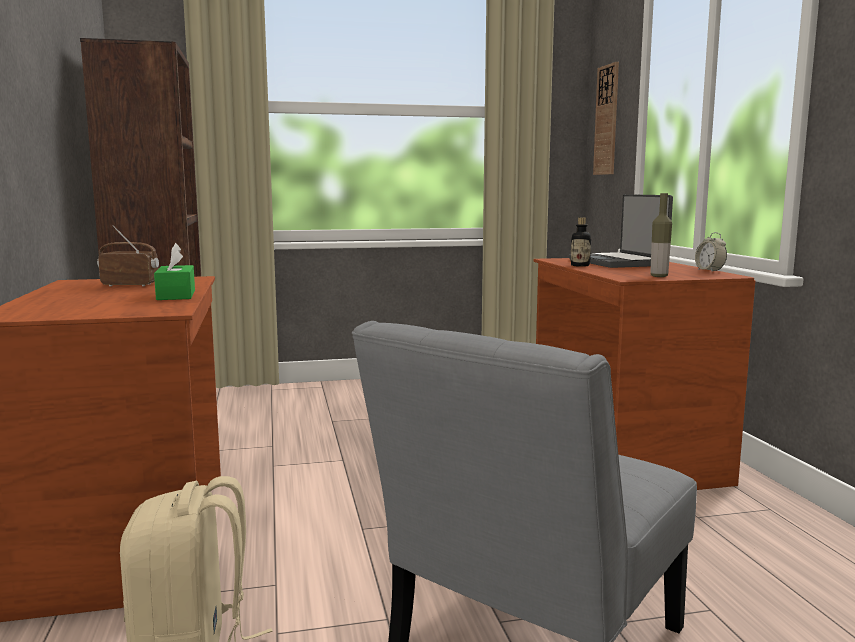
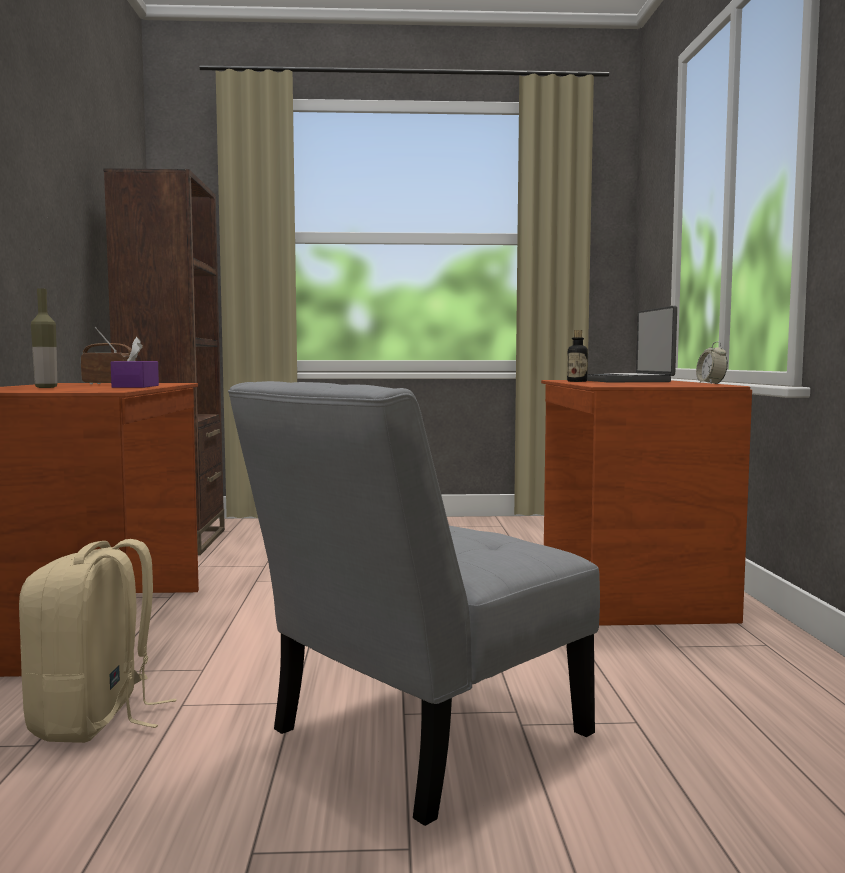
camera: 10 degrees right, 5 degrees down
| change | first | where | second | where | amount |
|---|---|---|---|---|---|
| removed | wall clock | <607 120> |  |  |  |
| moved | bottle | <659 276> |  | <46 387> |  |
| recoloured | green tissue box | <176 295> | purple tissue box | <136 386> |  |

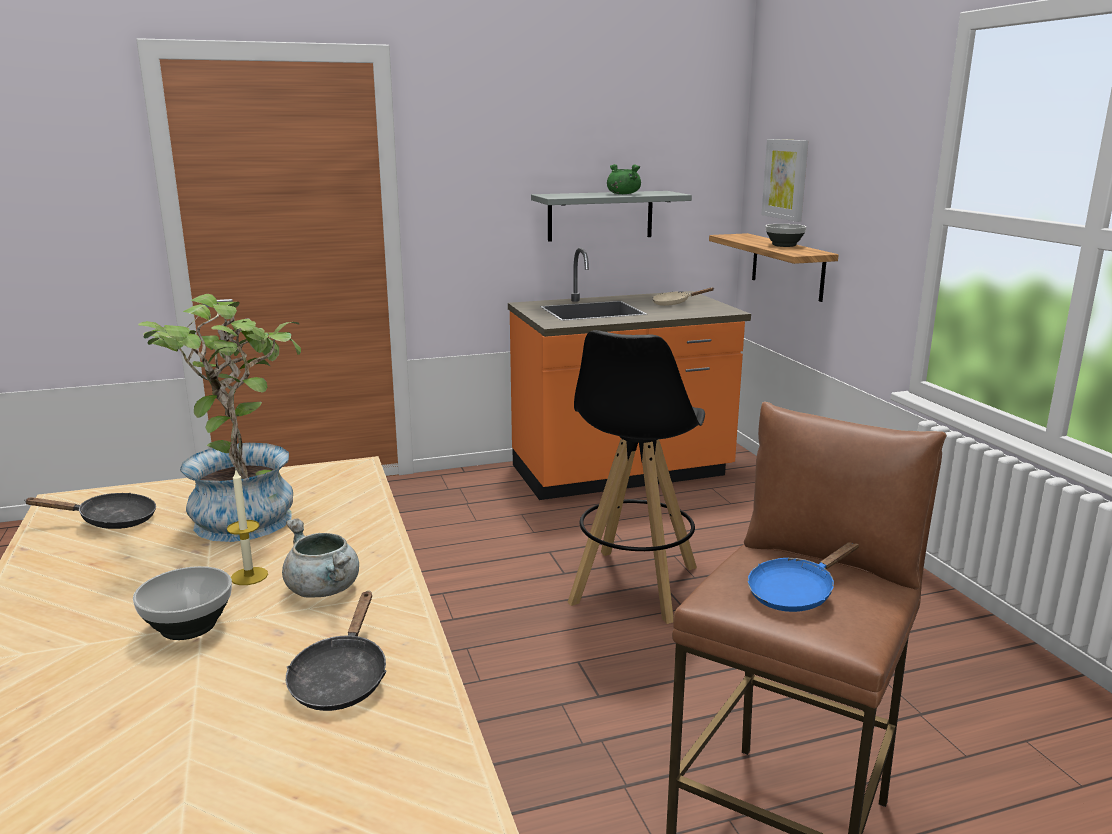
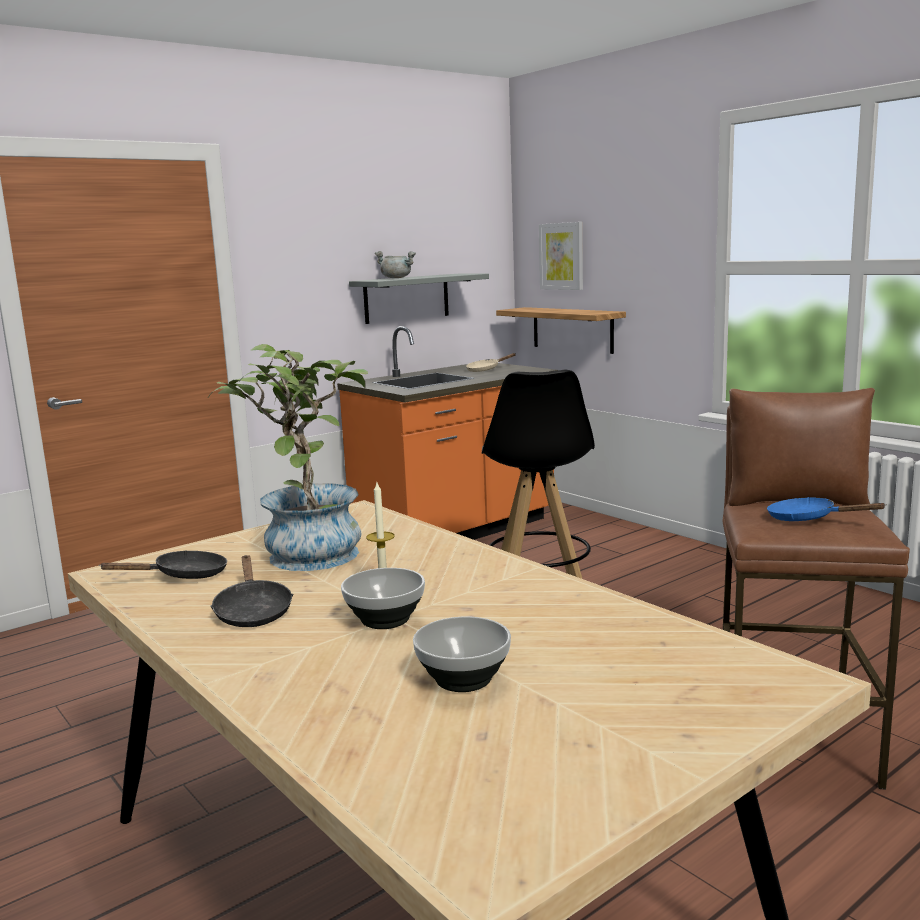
camera: 20 degrees left, 5 degrees down
| change | first | where | second | where | amount |
|---|---|---|---|---|---|
| removed | green cooking pot | <622 194> |  |  |  |
| moved | bowl | <784 245> |  | <463 679> |  |
| moved | grey cooking pot | <325 590> |  | <397 278> |  |
| turned | blue frying pan | <796 593> |  | <808 519> | 90 degrees clockwise |
| moved | black frying pan | <341 678> |  | <252 611> |  |

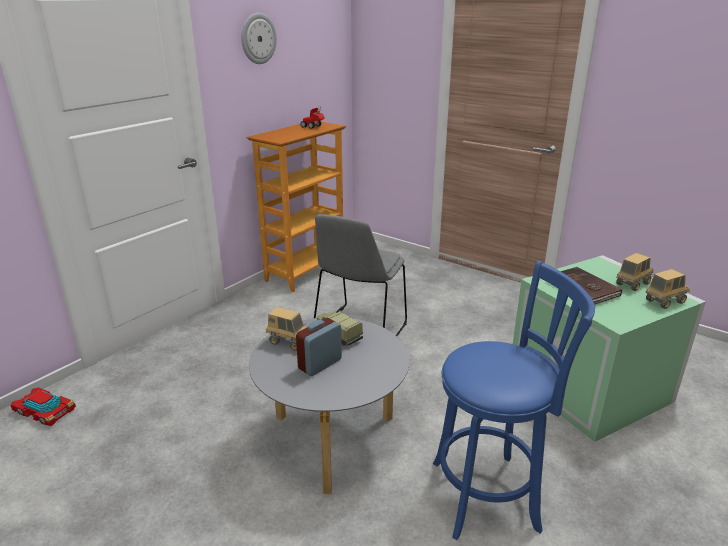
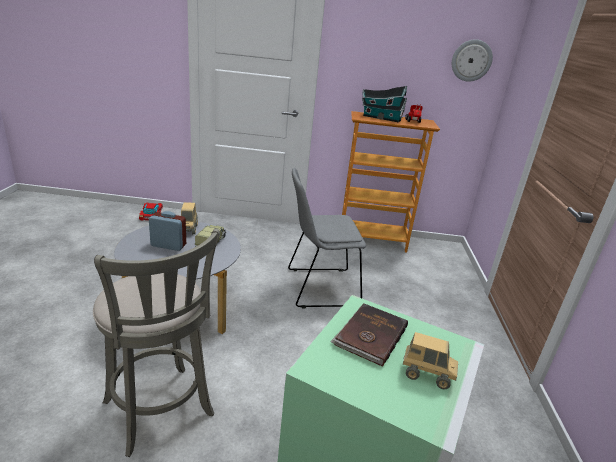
camera: 55 degrees right, 0 degrees up
| change | first | where | second | where | amount |
|---|---|---|---|---|---|
| moved | wall clock | <258 38> |  | <471 60> |  |
| recoloured | blue stool | <490 495> | grey stool | <160 412> |  |
| removed | toy truck | <664 302> |  |  |  |
| added |  |  | toy house | <380 118> |  |

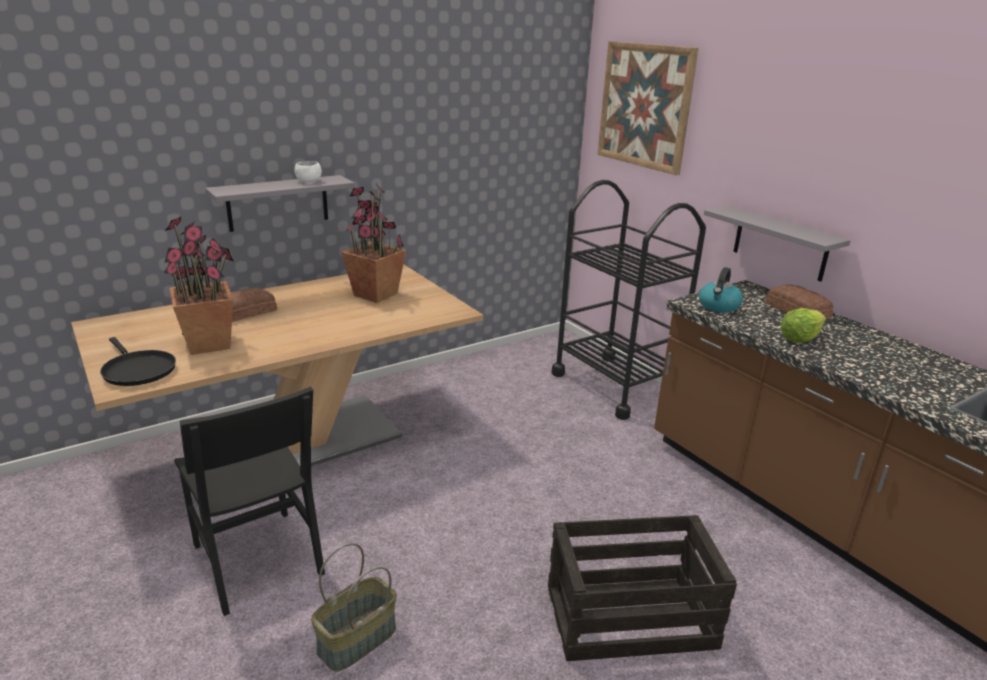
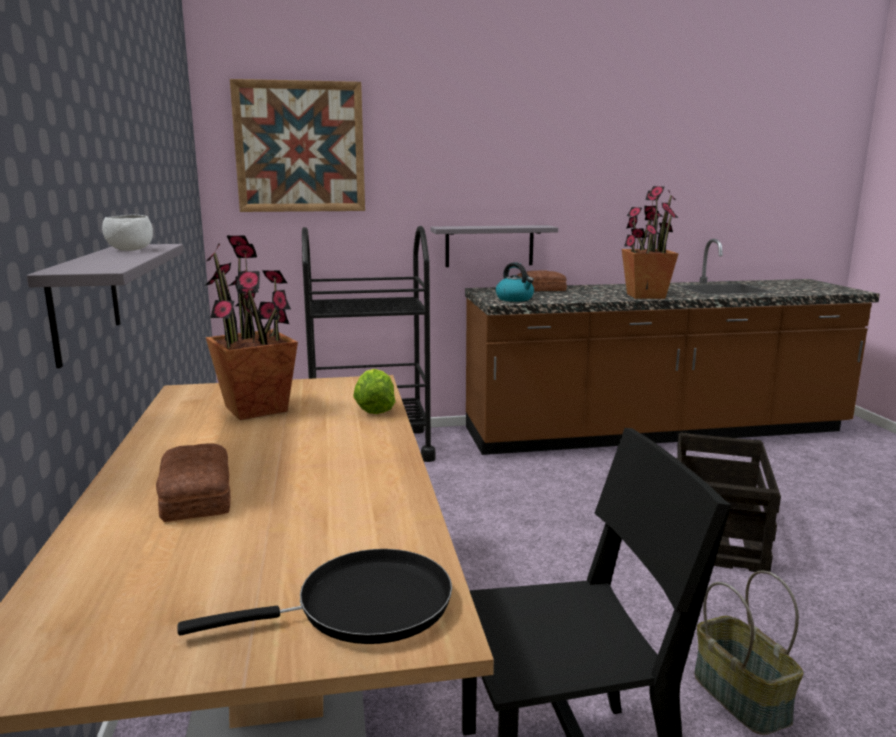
camera: 65 degrees left, 10 degrees down
| change | first | where | second | where | amount |
|---|---|---|---|---|---|
| moved | potted plant | <209 344> |  | <645 296> |  |
| moved | lettuce | <799 338> |  | <374 409> |  |

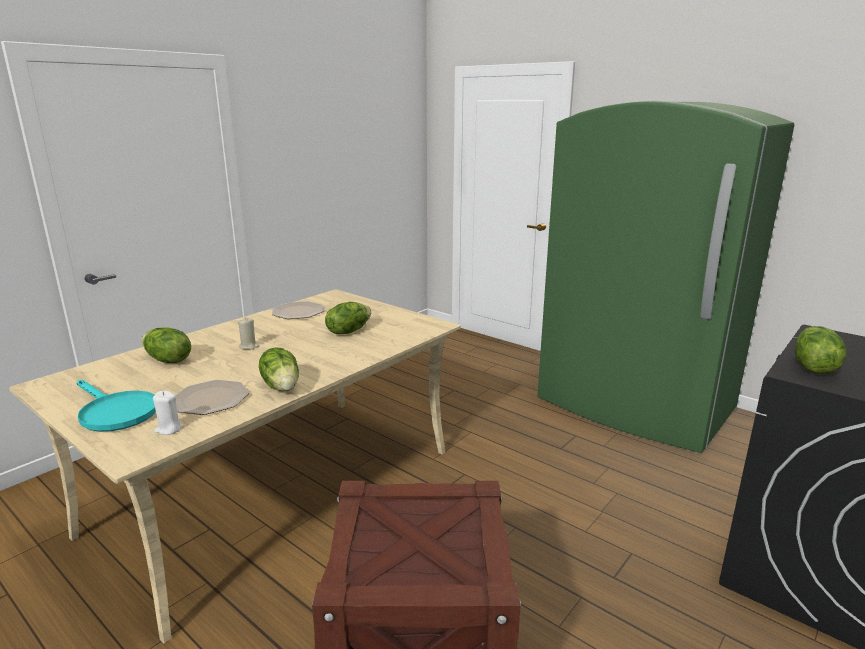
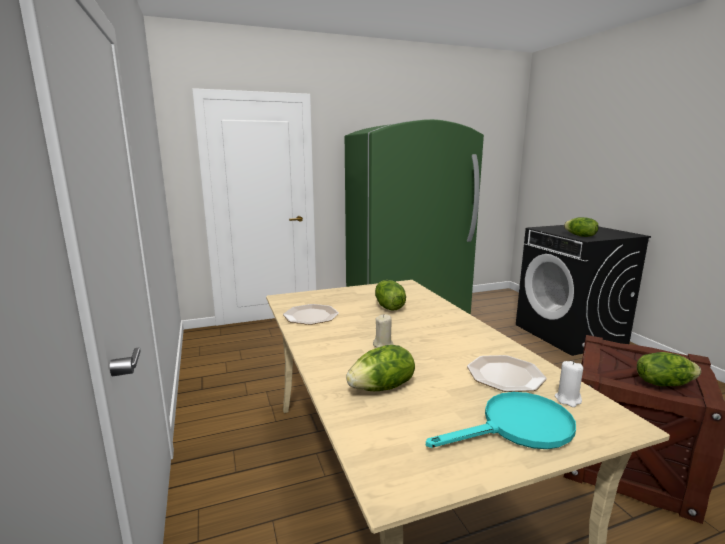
camera: 60 degrees left, 5 degrees down
| change | first | where | second | where | amount |
|---|---|---|---|---|---|
| moved | lettuce | <282 386> |  | <663 383> |  |

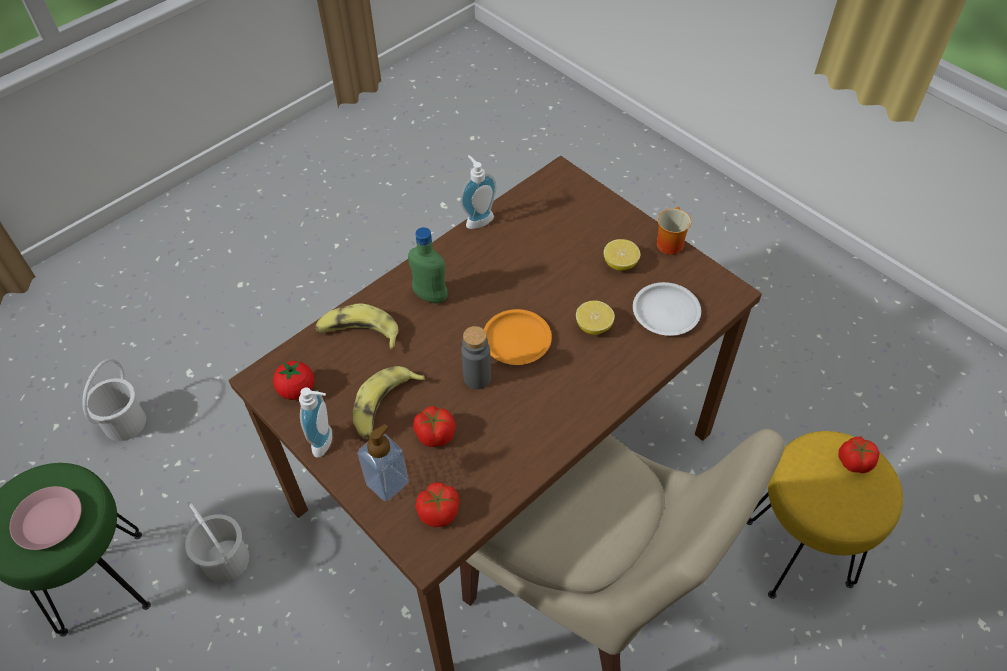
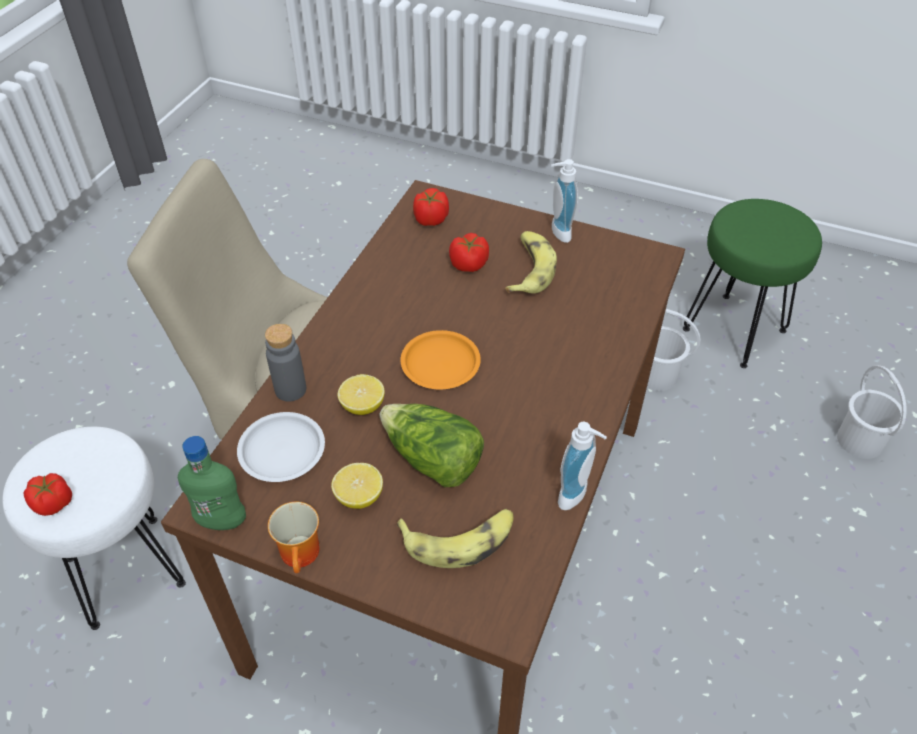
camera: 155 degrees right, 5 degrees down
| change | first | where | second | where | amount |
|---|---|---|---|---|---|
| moved | green bottle | <430 296> |  | <222 521> |  |
| moved | banana | <359 333> |  | <460 539> |  |
| moved | grey bottle | <477 378> |  | <290 389> |  |
| removed | tomato | <297 390> |  |  |  |
| removed | soap dispenser | <387 482> |  |  |  |
| recoloured | yellow stool | <796 551> | white stool | <127 571> |  |
| removed | pink plate | <49 521> |  |  |  |
| added |  |  | lettuce | <432 460> |  |

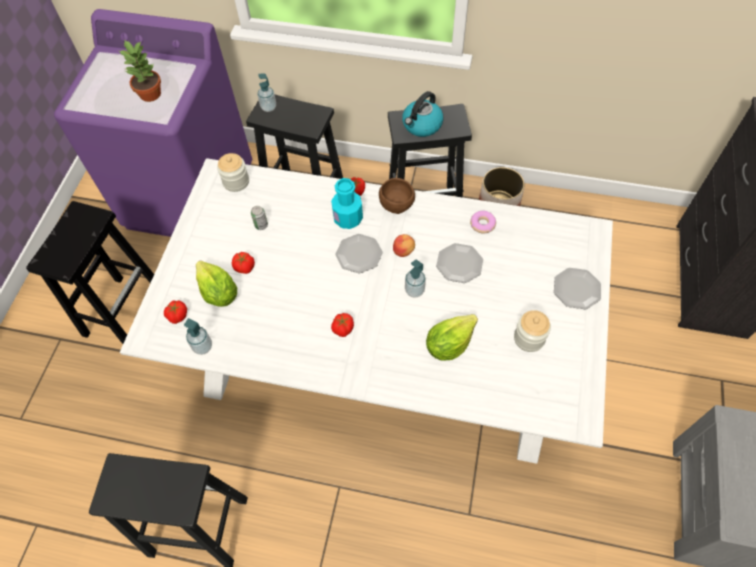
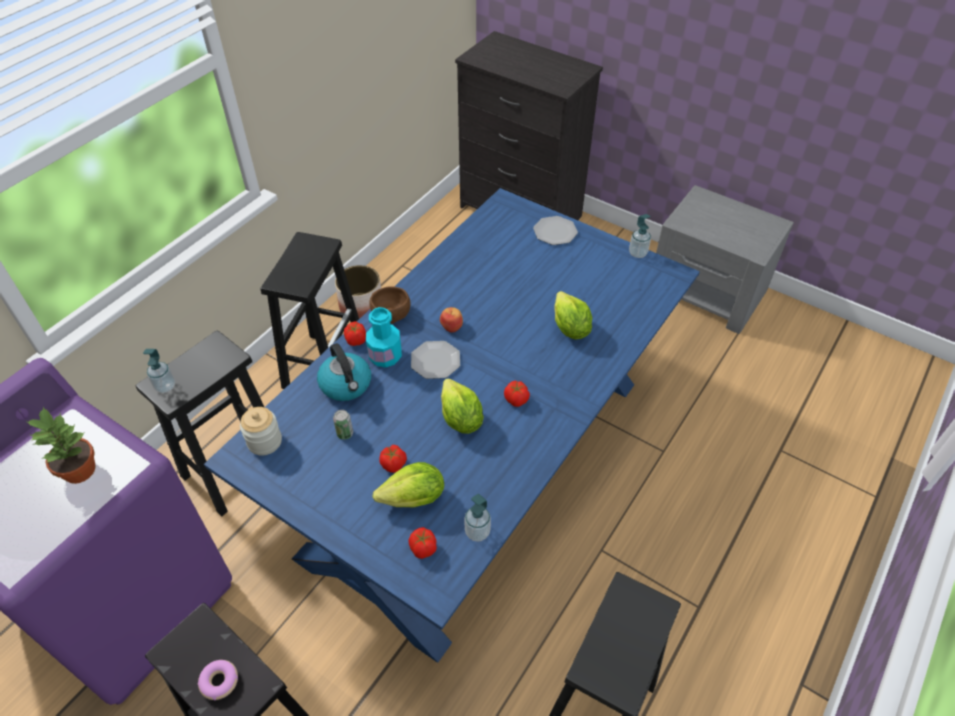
camera: 70 degrees left, 10 degrees down
| change | first | where | second | where | amount |
|---|---|---|---|---|---|
| moved | kettle | <422 125> |  | <346 385> |  |
| recoloured | white dining table | <382 357> | blue dining table | <477 463> |  |
| moved | donut | <482 224> |  | <219 681> |  |
| removed | plate | <459 264> |  |  |  |
| moved | soap dispenser | <414 290> |  | <637 253> |  |
| removed | jar | <529 338> |  |  |  |
| added |  |  | lettuce | <460 419> |  |

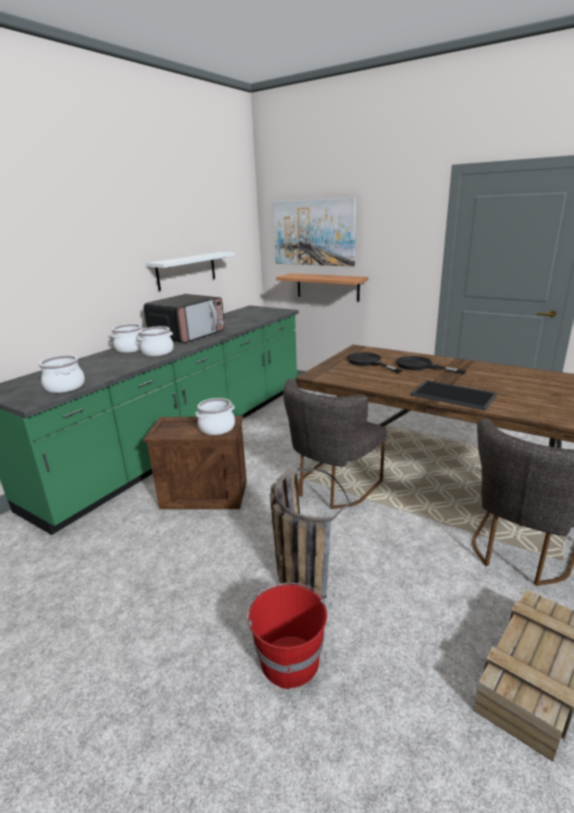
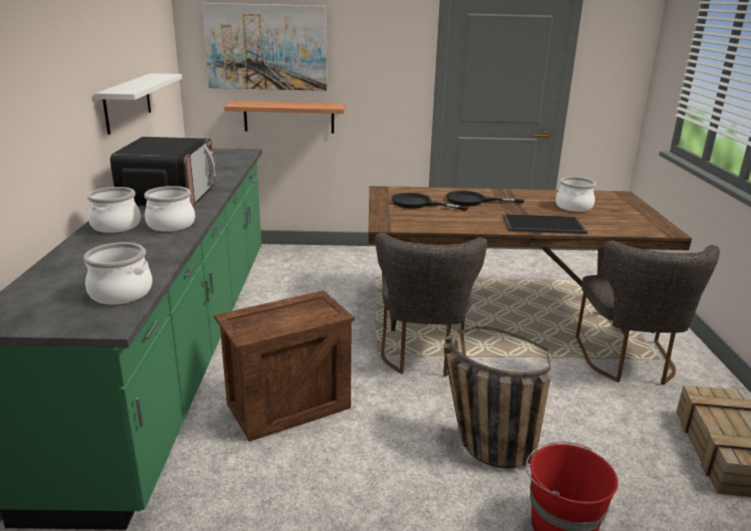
camera: 35 degrees left, 0 degrees up
| change | first | where | second | where | amount |
|---|---|---|---|---|---|
| moved | cooking pot | <217 428> |  | <574 207> |  |

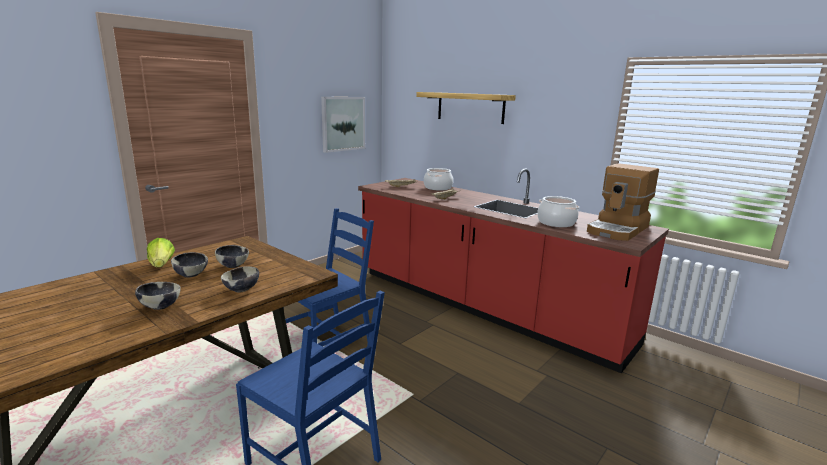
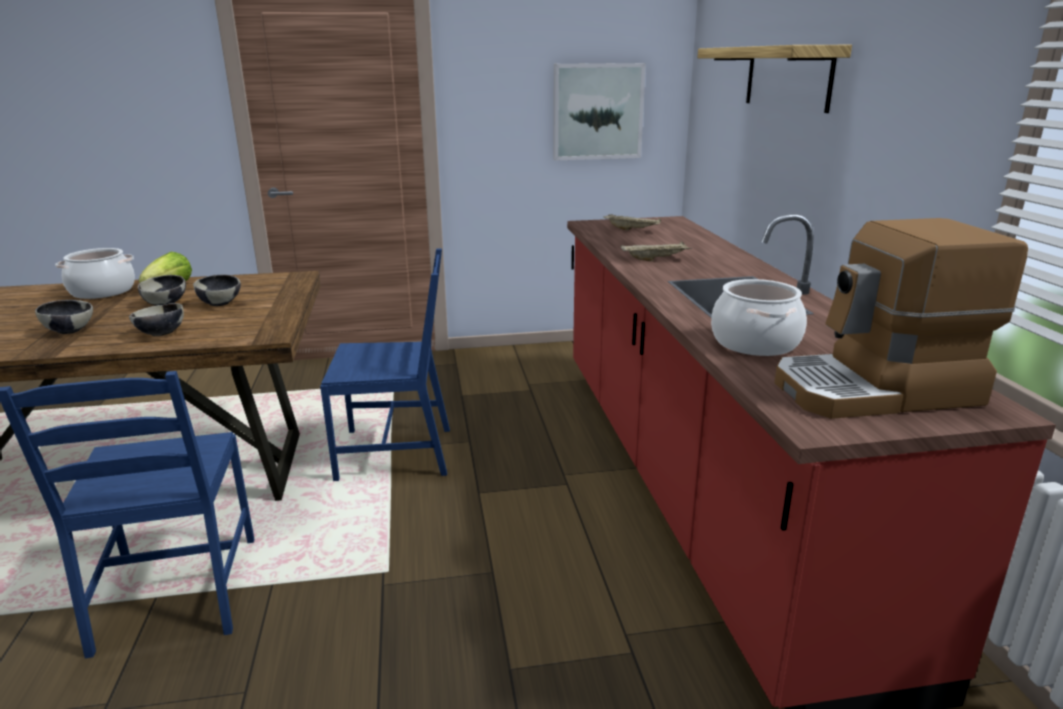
camera: 40 degrees right, 5 degrees up
| change | first | where | second | where | amount |
|---|---|---|---|---|---|
| moved | cooking pot | <438 188> |  | <102 291> |  |

